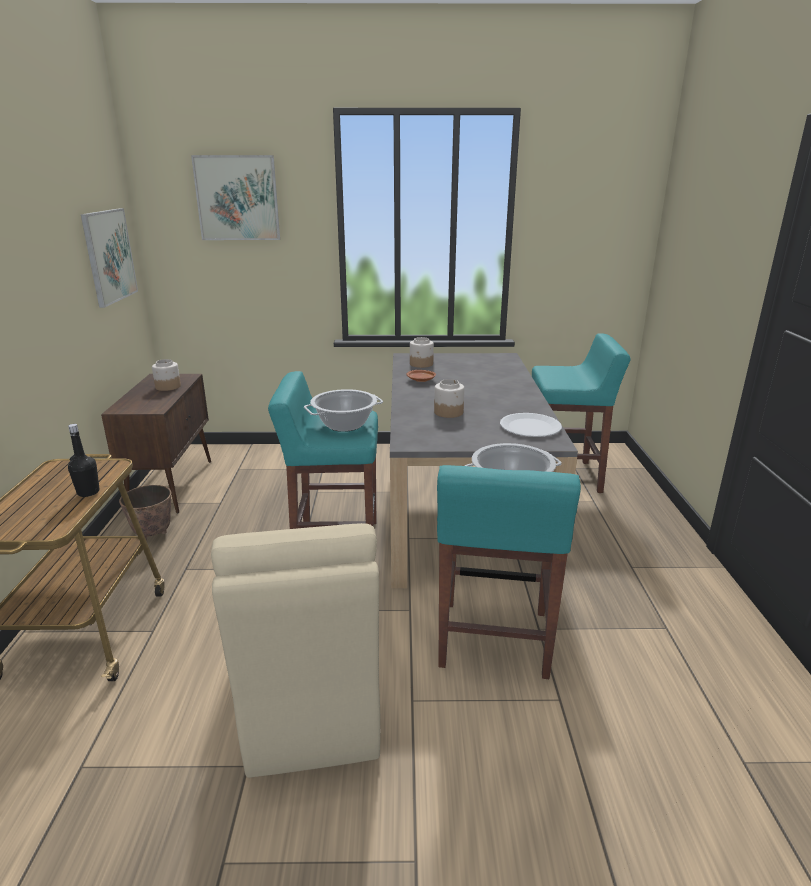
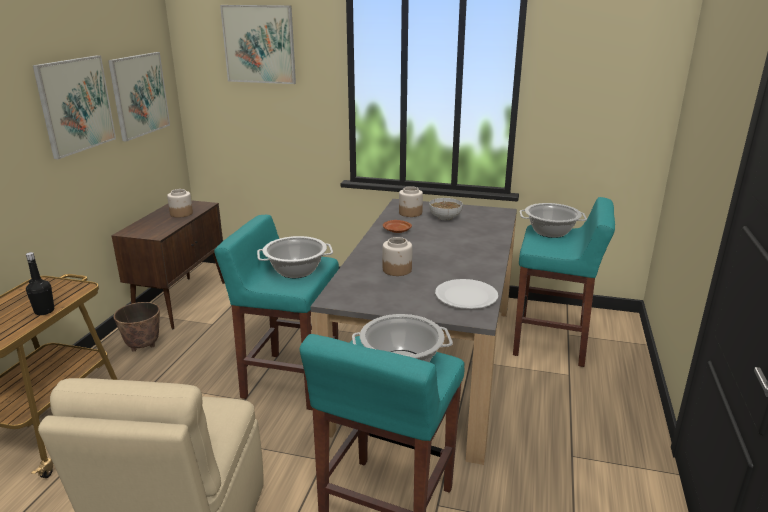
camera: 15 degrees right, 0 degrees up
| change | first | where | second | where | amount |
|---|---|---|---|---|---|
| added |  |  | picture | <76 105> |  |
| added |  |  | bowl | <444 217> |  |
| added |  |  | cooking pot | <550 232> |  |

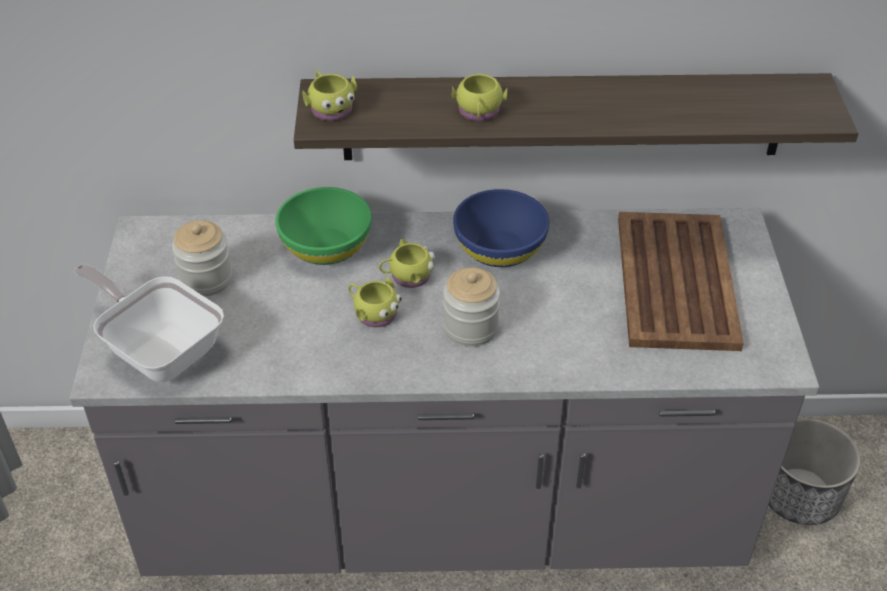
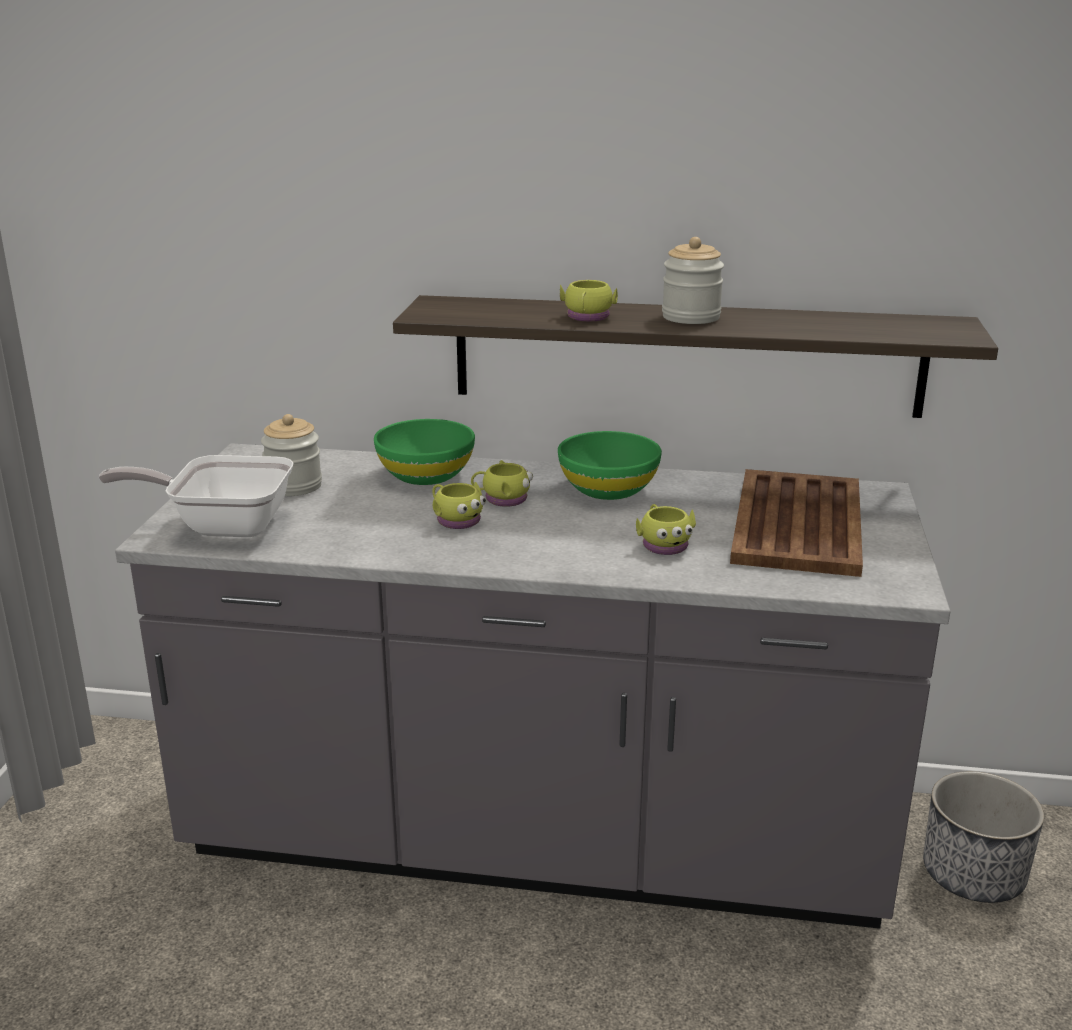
camera: 10 degrees right, 20 degrees down
| change | first | where | second | where | amount |
|---|---|---|---|---|---|
| moved | yellow mug | <330 108> |  | <663 544> |  |
| recoloured | blue bowl | <500 249> | green bowl | <608 489> |  |
| turned | frying pan | <159 349> |  | <222 525> | 45 degrees counterclockwise |
| moved | jar | <470 327> |  | <691 317> |  |

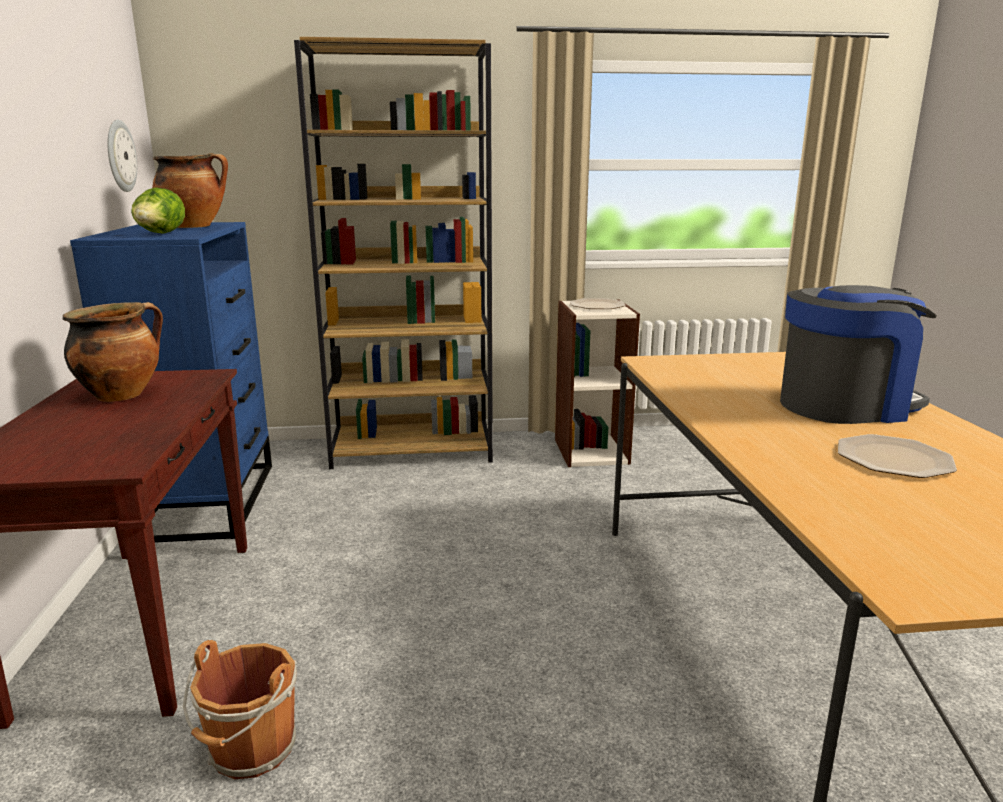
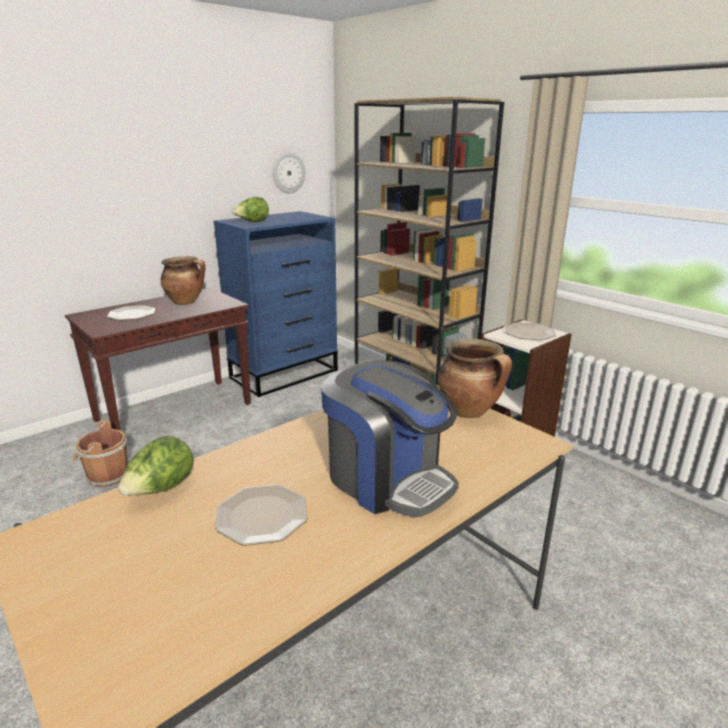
camera: 55 degrees right, 5 degrees up
| change | first | where | second | where | amount |
|---|---|---|---|---|---|
| moved | cooking pot | <195 226> |  | <470 412> |  |
| added |  |  | plate | <132 314> |  |
| added |  |  | lettuce | <161 490> |  |

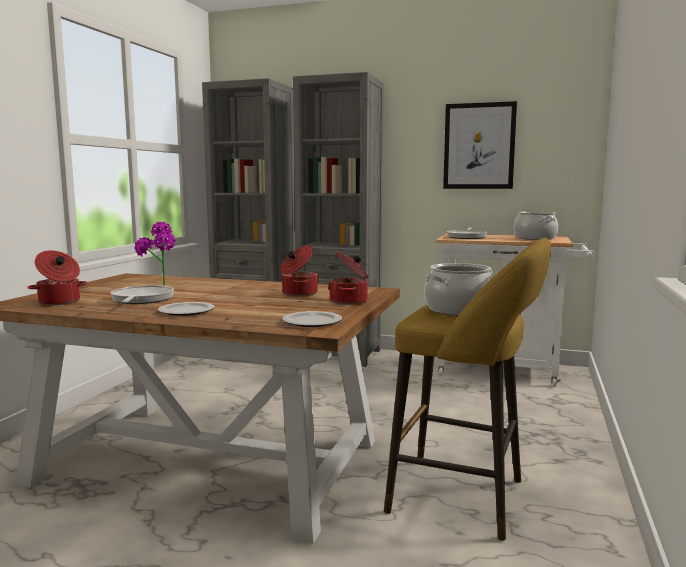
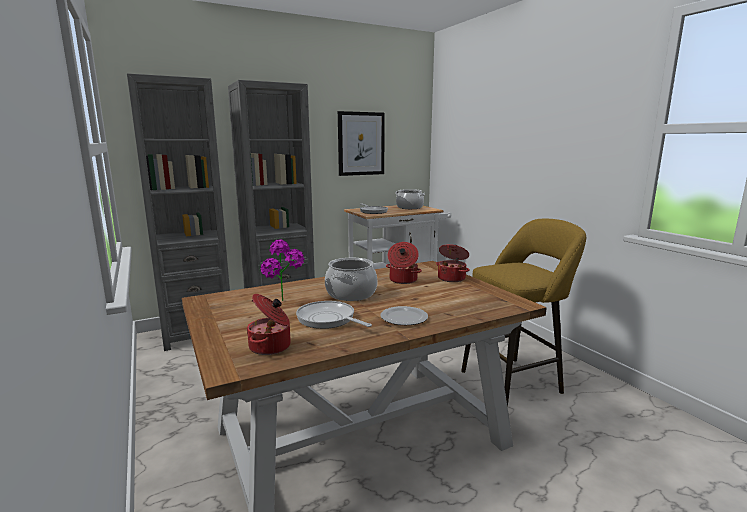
camera: 45 degrees left, 5 degrees up
| change | first | where | second | where | amount |
|---|---|---|---|---|---|
| moved | cooking pot | <459 309> |  | <351 294> |  |
| removed | plate | <312 322> |  |  |  |

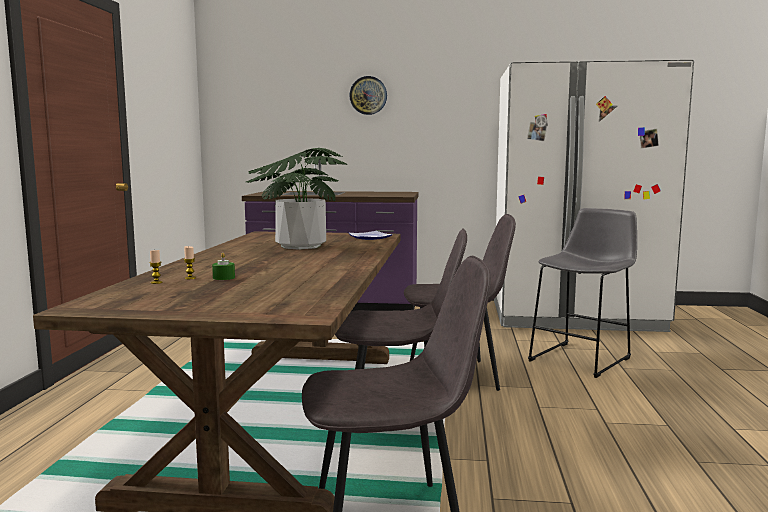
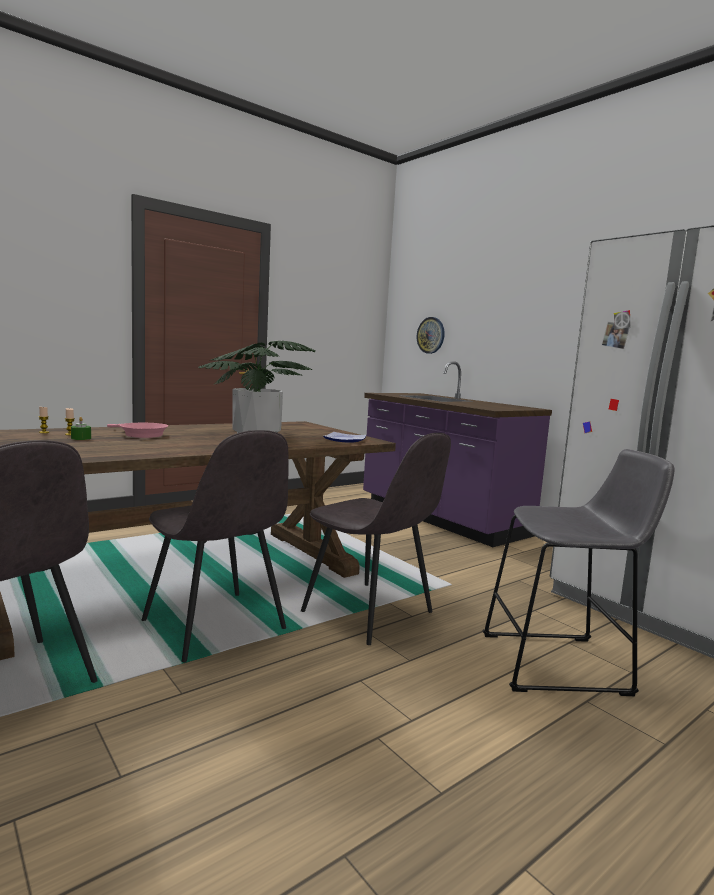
camera: 45 degrees right, 0 degrees up
| change | first | where | second | where | amount |
|---|---|---|---|---|---|
| moved | wall clock | <368 95> |  | <431 335> |  |
| added |  |  | pink frying pan | <140 434> |  |

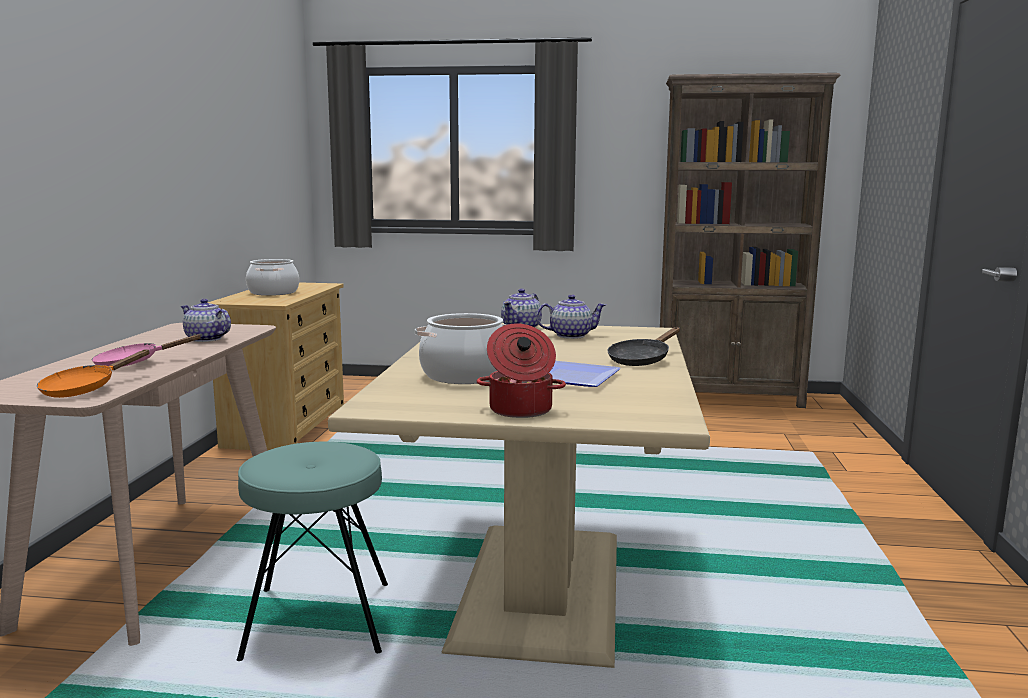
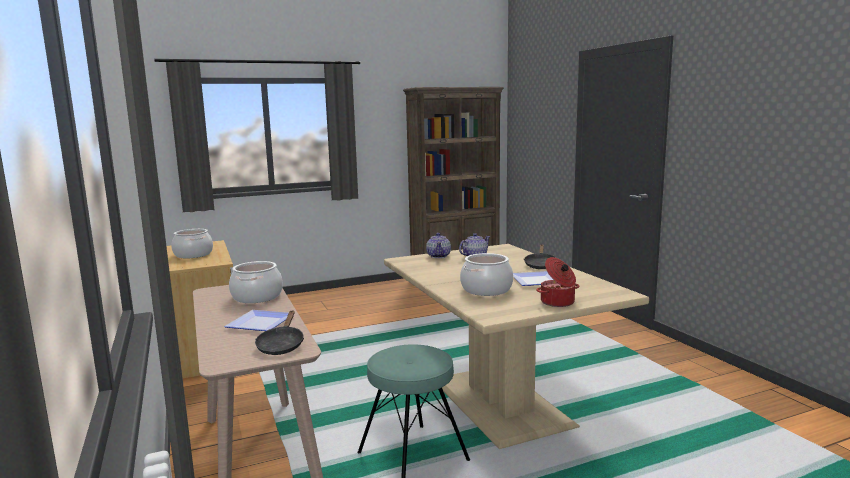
camera: 30 degrees left, 0 degrees up
| change | first | where | second | where | amount |
|---|---|---|---|---|---|
| replaced | teapot | <206 339> | cooking pot | <257 297> |  |
| replaced | pink frying pan | <134 363> | plate | <259 322> |  |
| recoloured | orange frying pan | <85 389> | black frying pan | <281 345> |  |

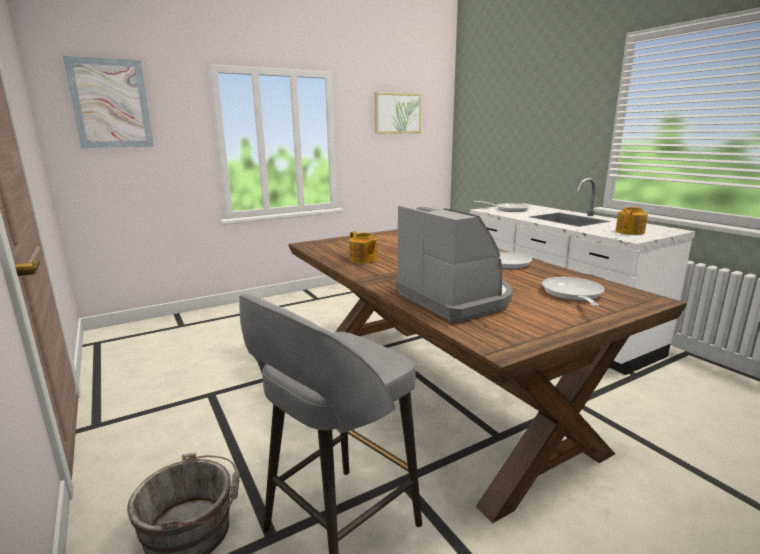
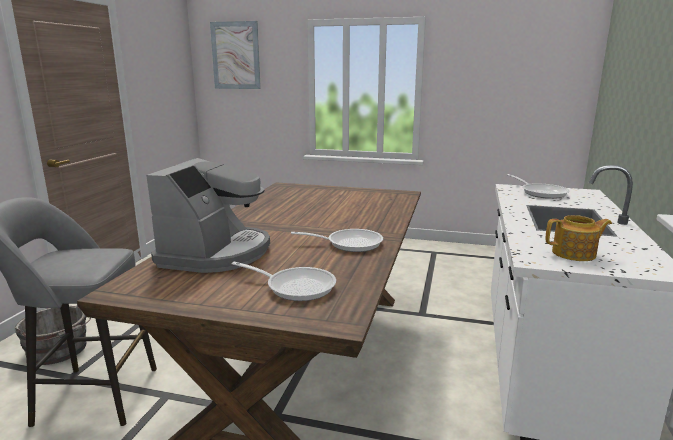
camera: 45 degrees right, 0 degrees up
| change | first | where | second | where | amount |
|---|---|---|---|---|---|
| removed | picture | <397 113> |  |  |  |
| removed | teapot | <363 260> |  |  |  |
| turned | frying pan | <572 295> |  | <295 287> | 60 degrees clockwise |

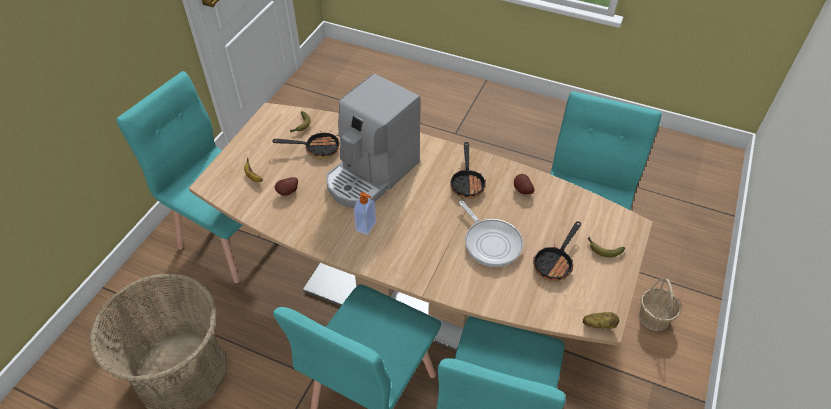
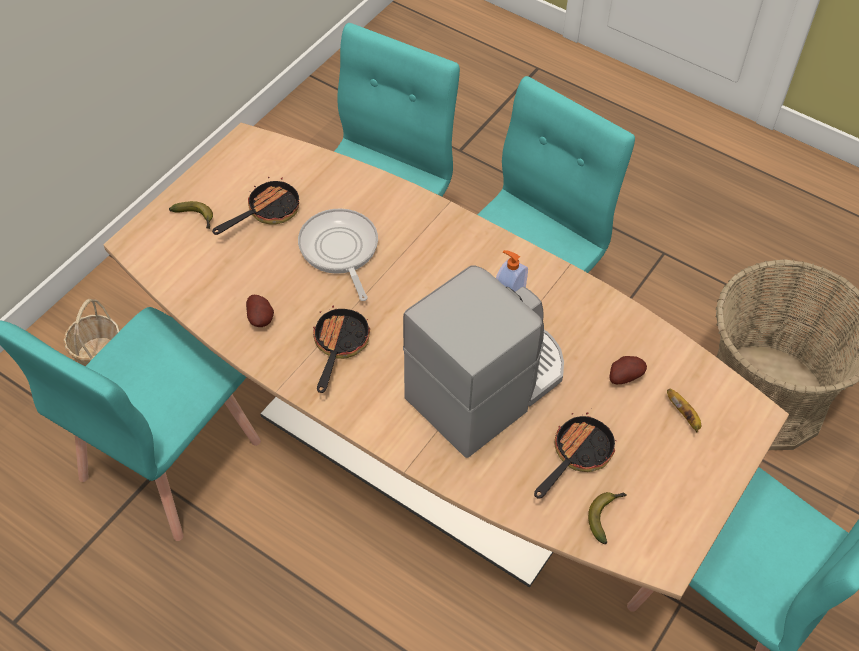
camera: 170 degrees left, 5 degrees up
| change | first | where | second | where | amount |
|---|---|---|---|---|---|
| turned | frying pan | <317 149> |  | <577 455> | 120 degrees clockwise |
| removed | potato | <599 325> |  |  |  |

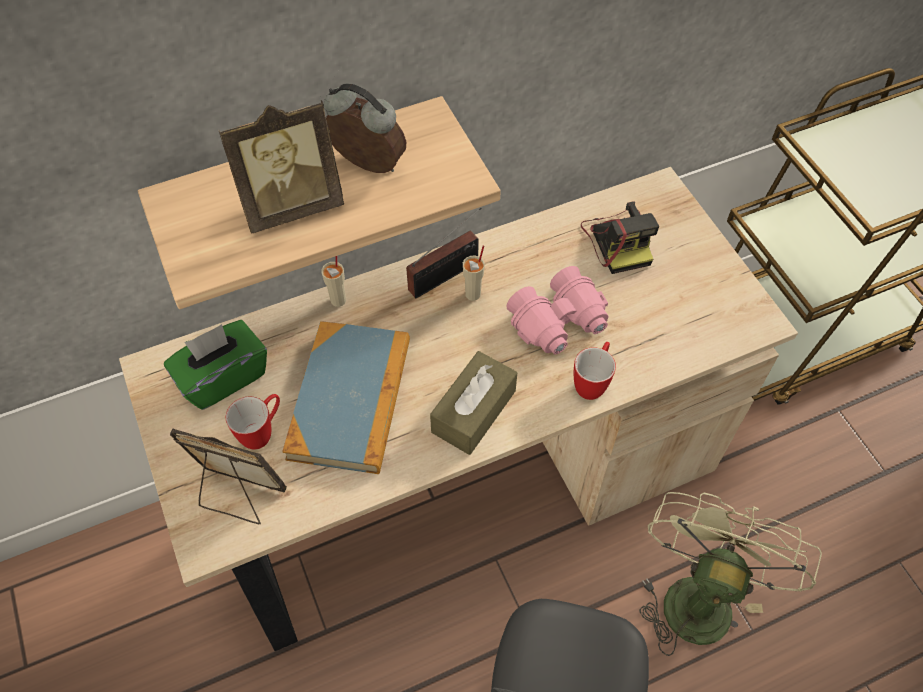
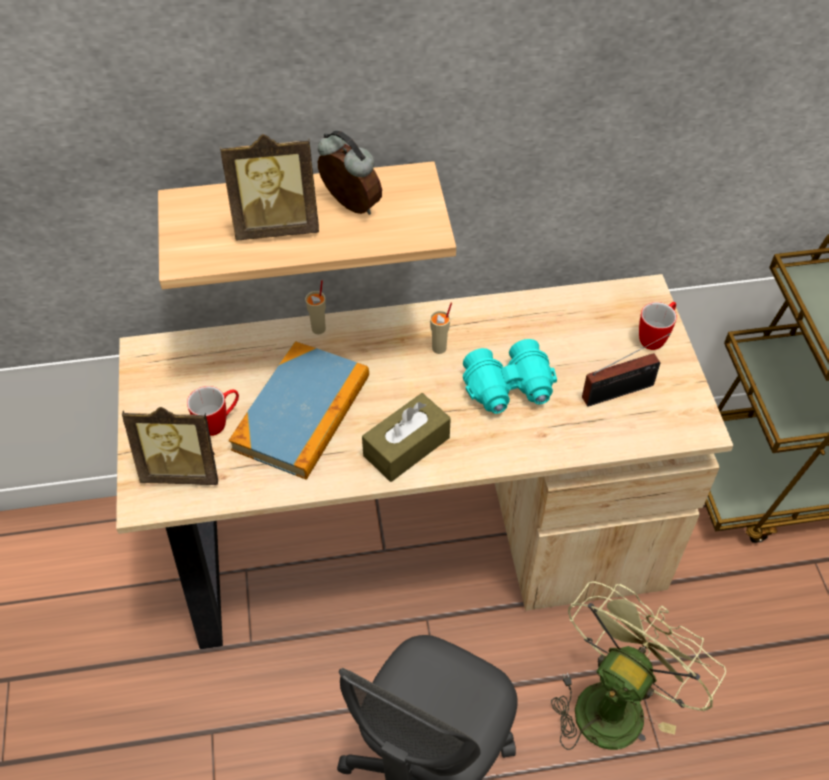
camera: 15 degrees right, 5 degrees down
| change | first | where | second | where | amount |
|---|---|---|---|---|---|
| removed | photo camera | <618 240> |  |  |  |
| moved | radio | <447 275> |  | <622 391> |  |
| recoloured | pink binoculars | <559 323> | turquoise binoculars | <509 389> |  |
| removed | green tissue box | <223 377> |  |  |  |
| moved | mug | <592 382> |  | <655 337> |  |
| turned | picture frame | <239 496> |  | <183 470> | 150 degrees clockwise |

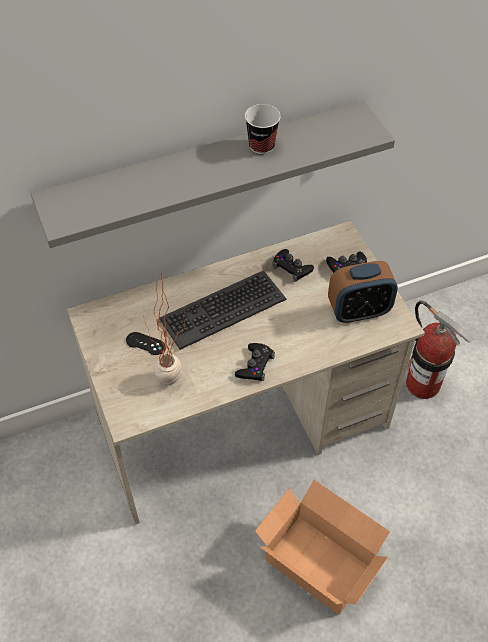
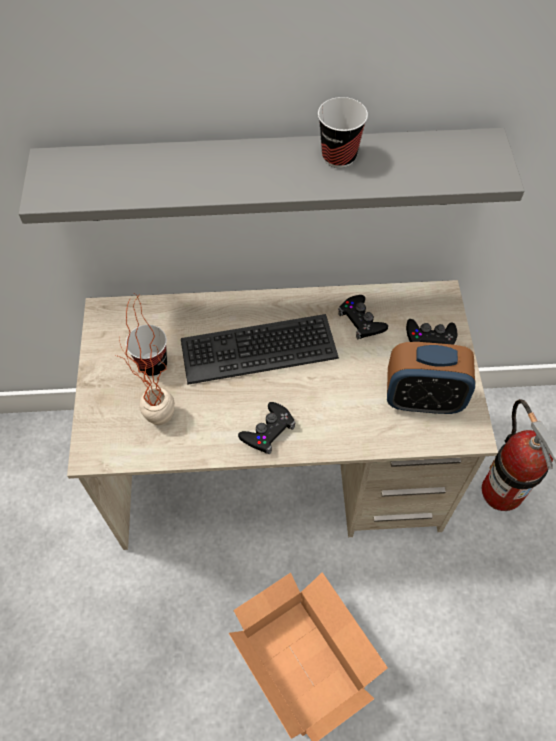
camera: 20 degrees right, 5 degrees up
| change | first | where | second | where | amount |
|---|---|---|---|---|---|
| replaced | black game controller | <145 343> | cup | <153 365> |  |

